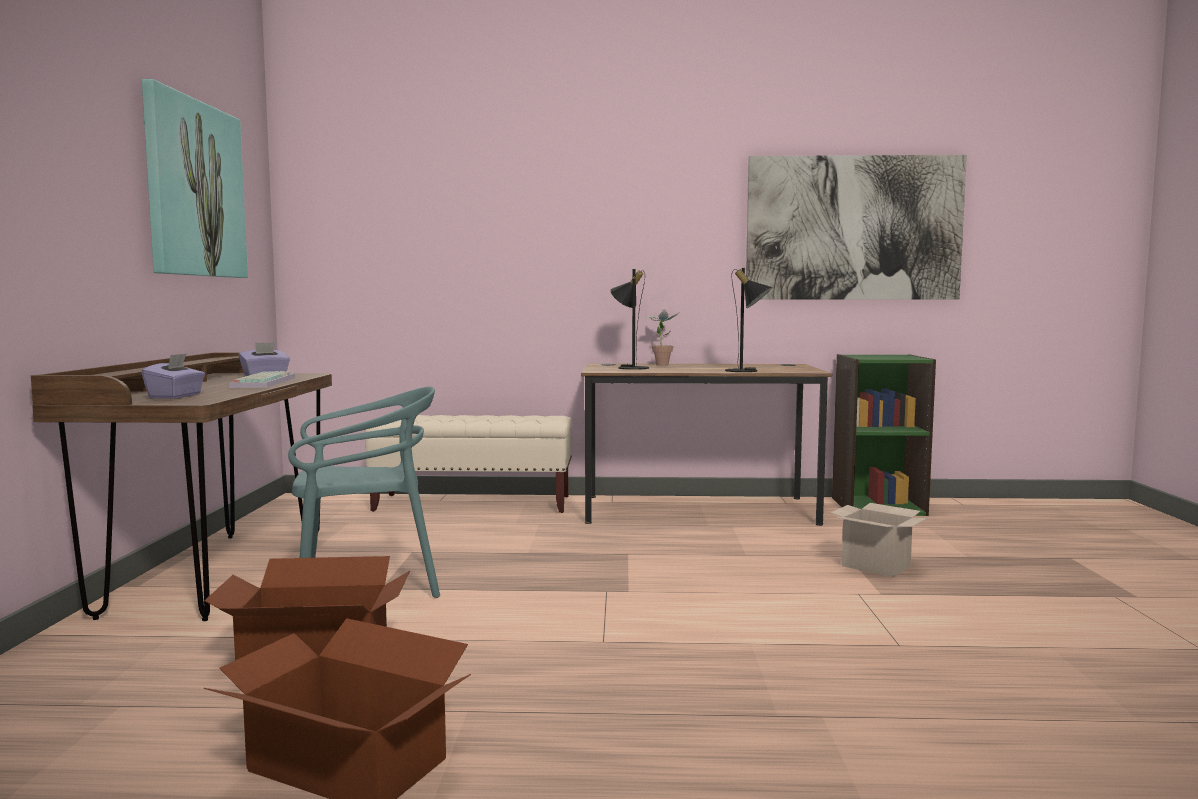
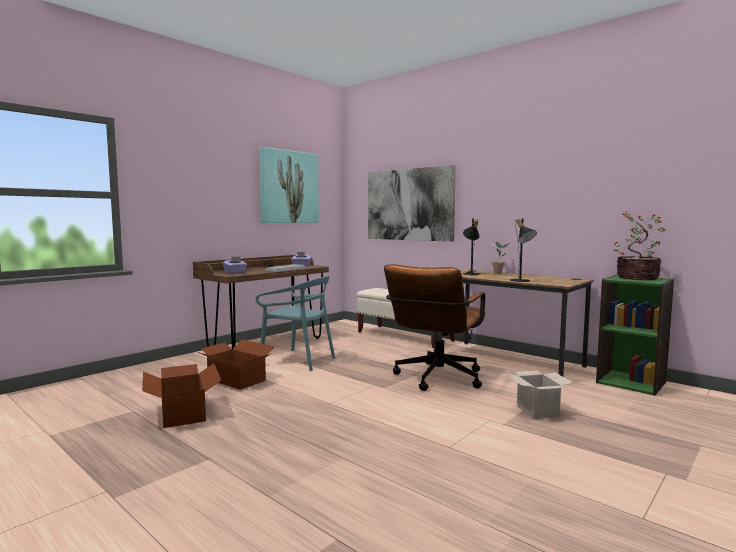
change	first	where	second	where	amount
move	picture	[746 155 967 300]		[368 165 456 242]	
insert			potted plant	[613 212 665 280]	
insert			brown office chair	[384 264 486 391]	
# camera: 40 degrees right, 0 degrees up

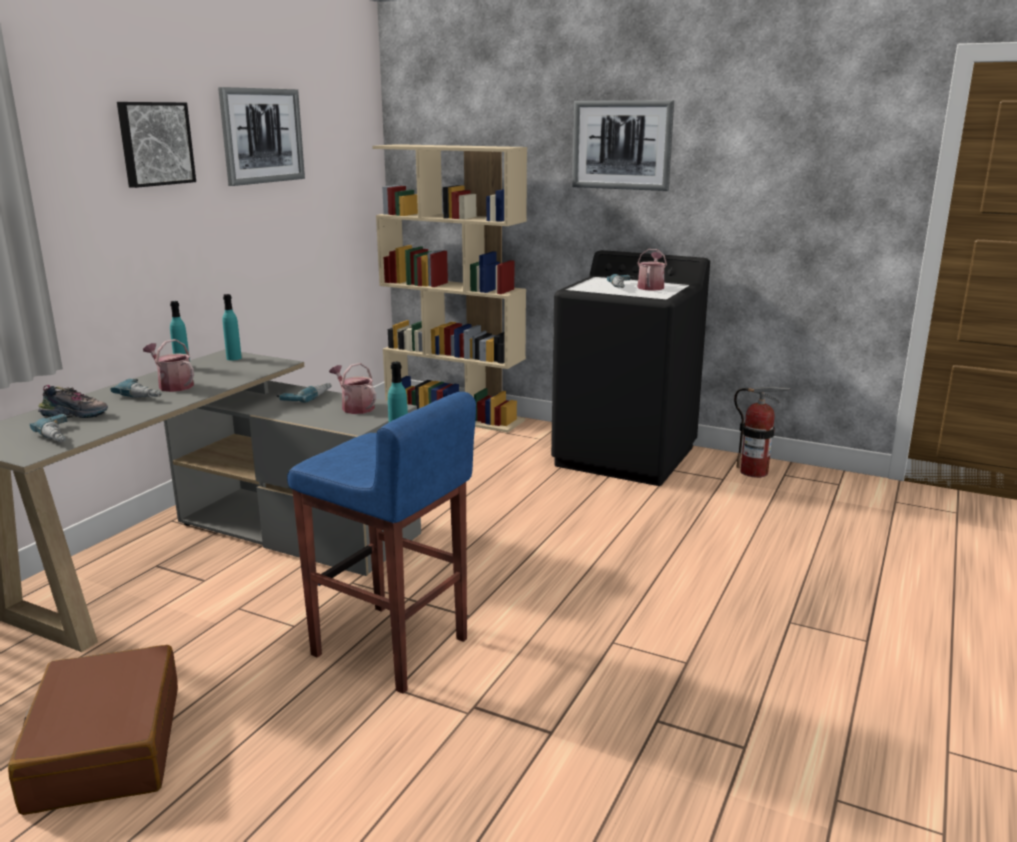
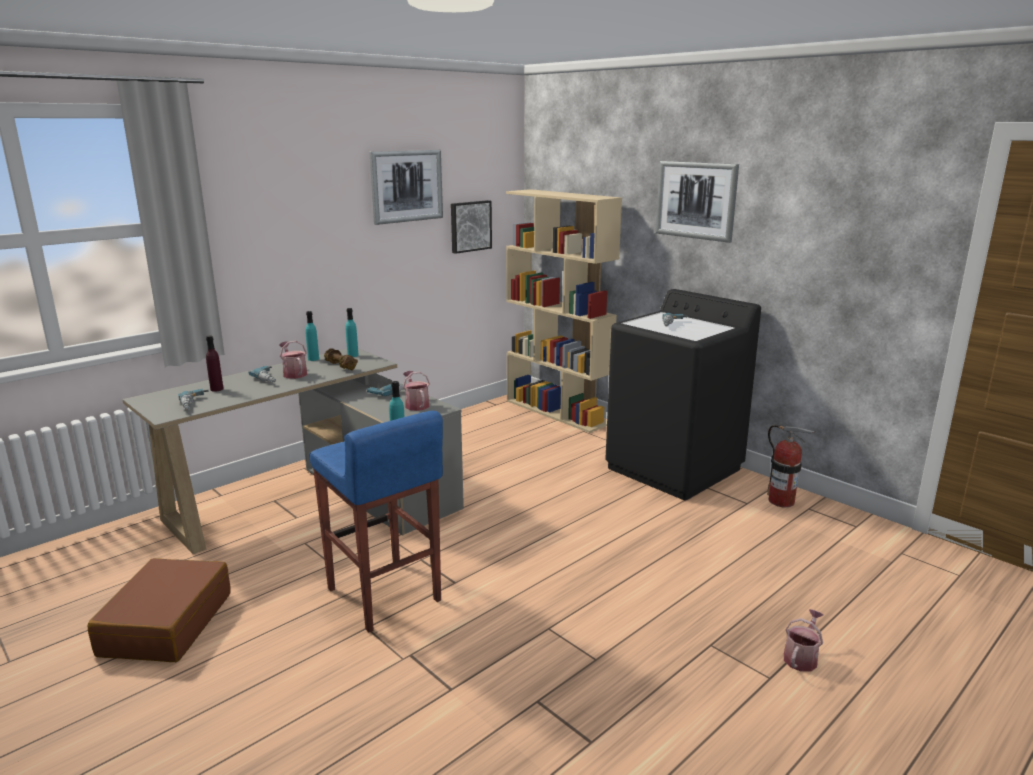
change	first	where	second	where	amount
move	picture	[117 102 196 188]		[451 200 492 254]	
move	watering can	[637 249 667 291]		[784 609 823 672]	
replace	shoe	[38 385 108 418]	purple bottle	[206 335 224 392]	
insert			brown dumbbell	[324 349 358 371]	
# camera: 20 degrees right, 0 degrees up

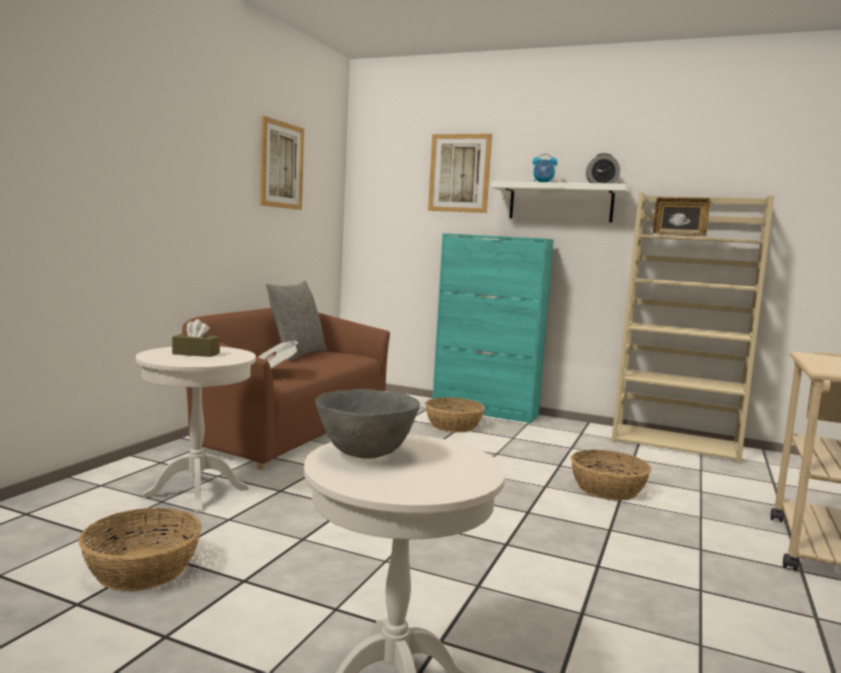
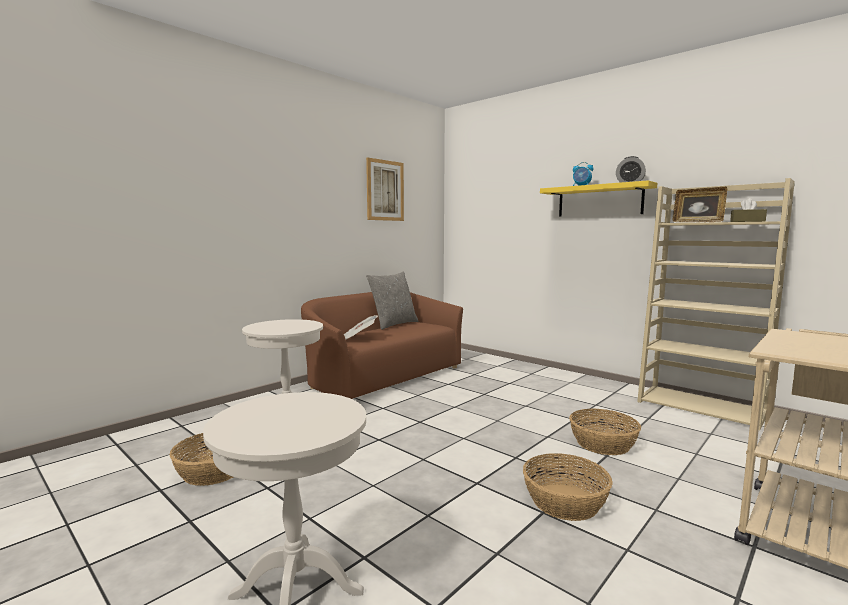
change	first	where	second	where	amount
delete	picture	[428 134 492 213]			
recolor	white shelf	[491 181 629 222]	yellow shelf	[540 180 657 217]	
delete	turquoise cabinet	[432 233 554 423]			
move	brown tissue box	[172 319 220 357]		[730 198 767 222]	
delete	grey bowl	[315 389 420 459]			
move	basket	[425 397 485 432]		[523 453 613 521]	
# camera: 20 degrees right, 0 degrees up

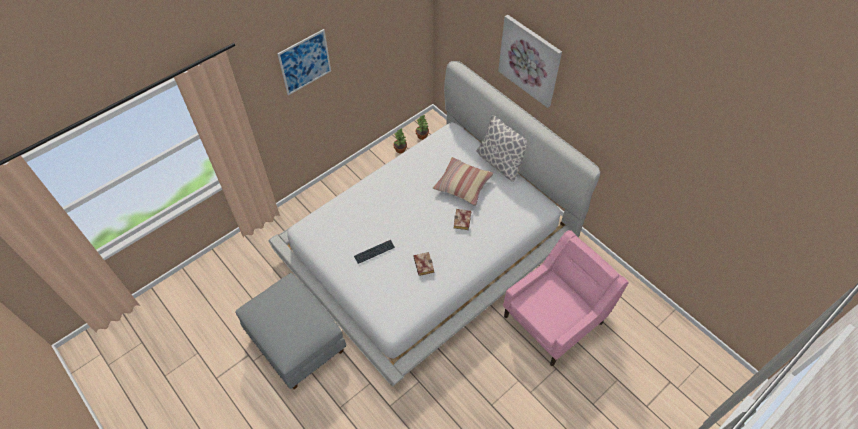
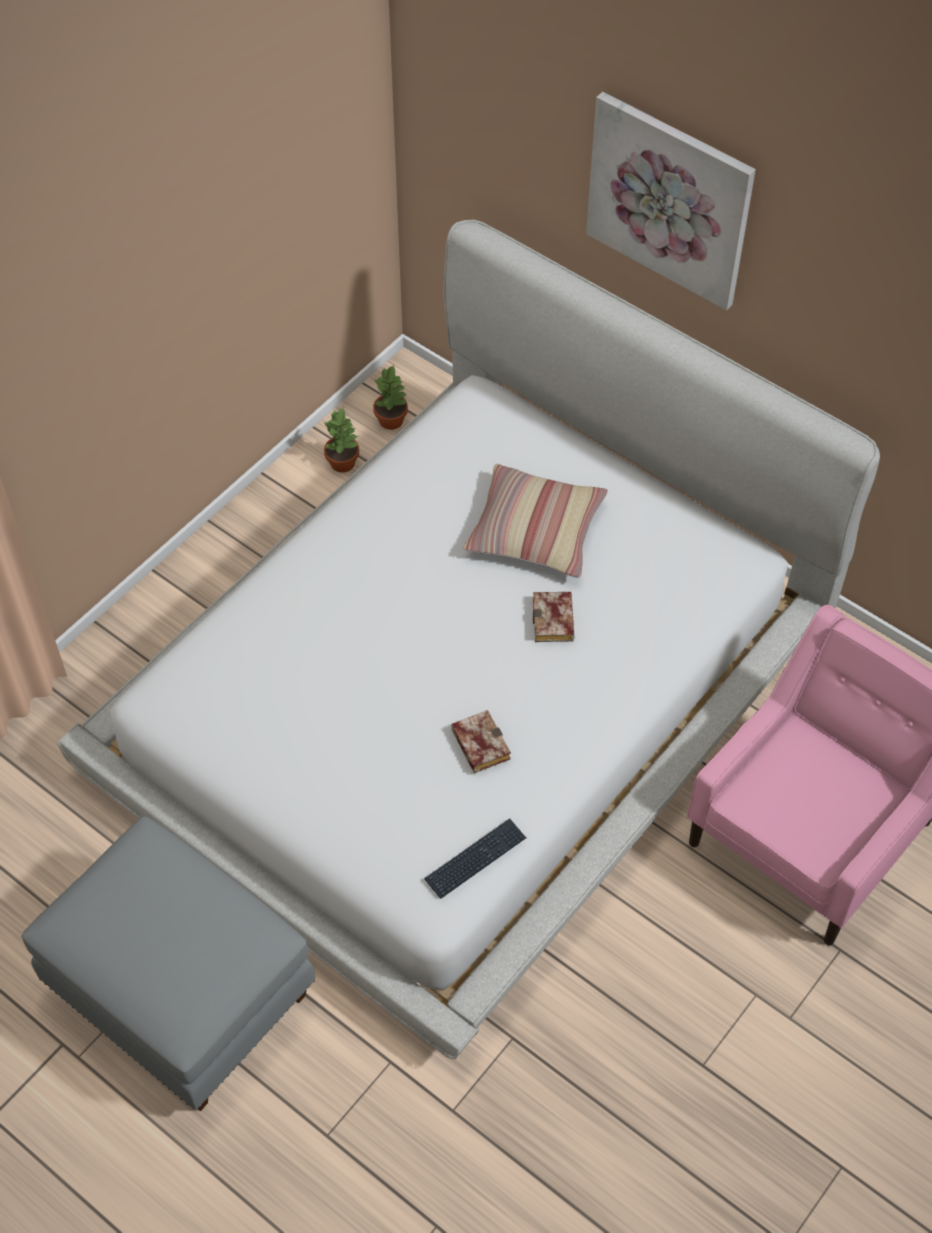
change	first	where	second	where	amount
delete	picture	[277 29 331 95]			
delete	pillow	[476 115 527 182]			
move	keyboard	[354 240 395 264]		[425 819 526 899]	
# camera: 10 degrees left, 0 degrees up

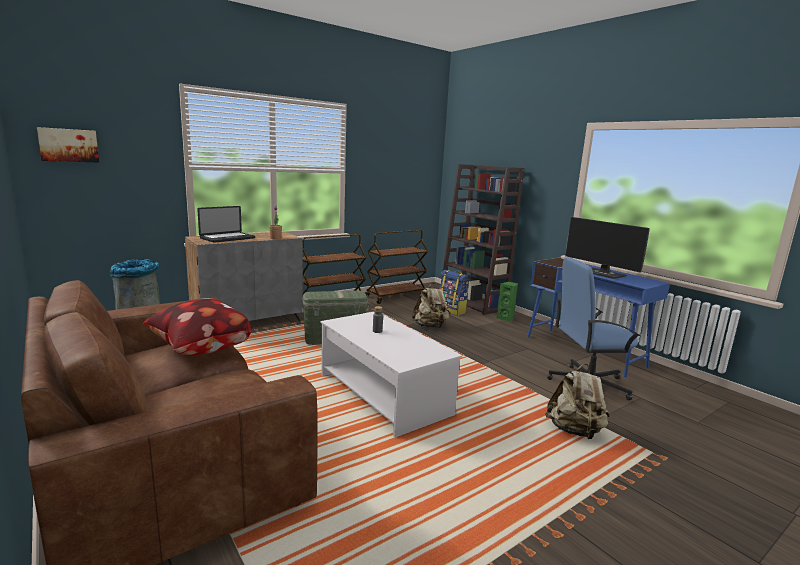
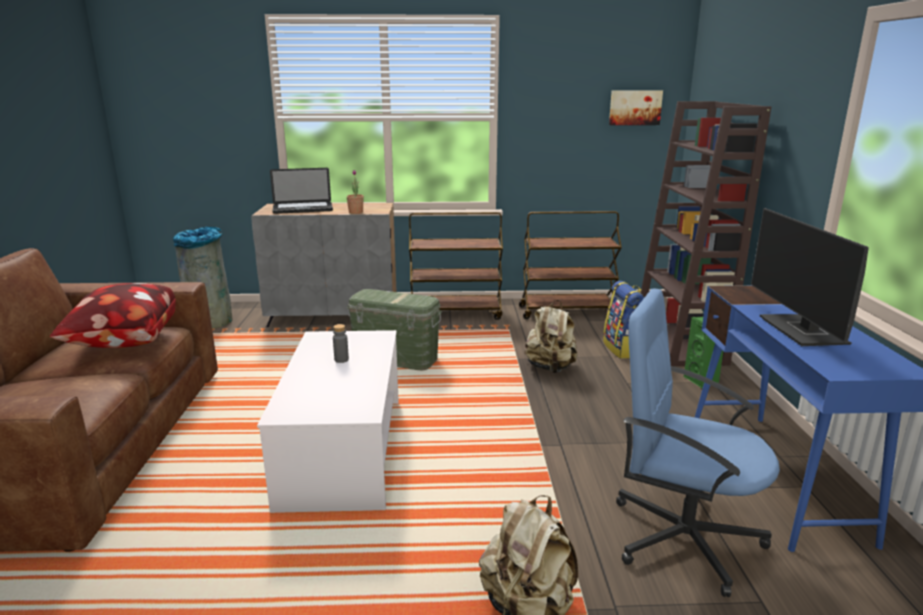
change	first	where	second	where	amount
move	picture	[37 127 99 163]		[609 90 663 125]	
# camera: 35 degrees right, 5 degrees up

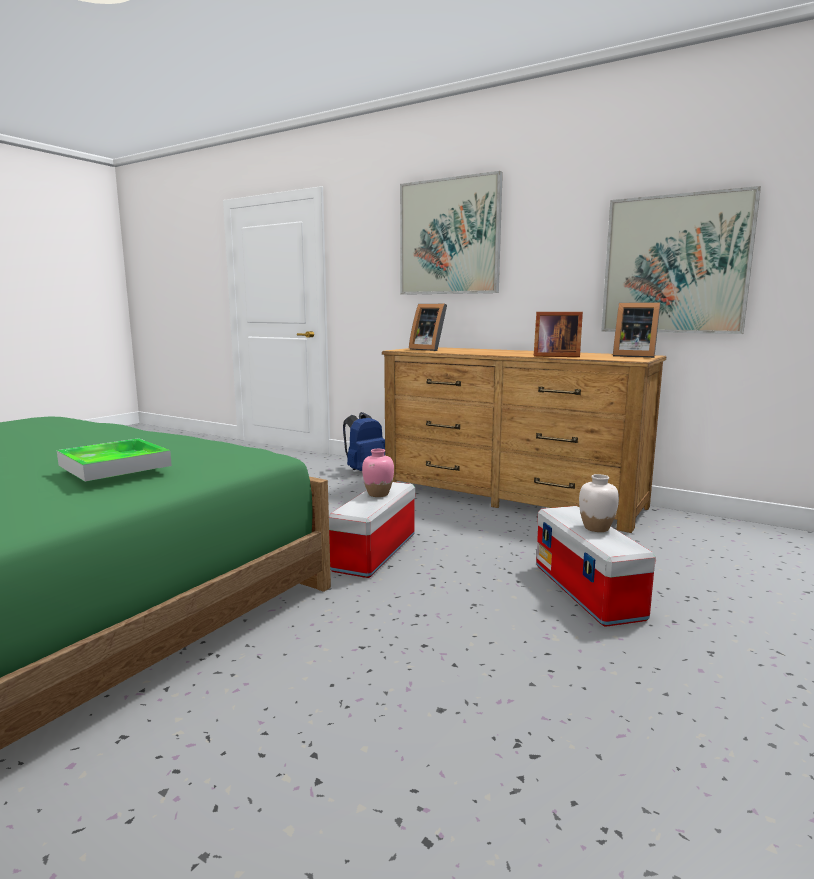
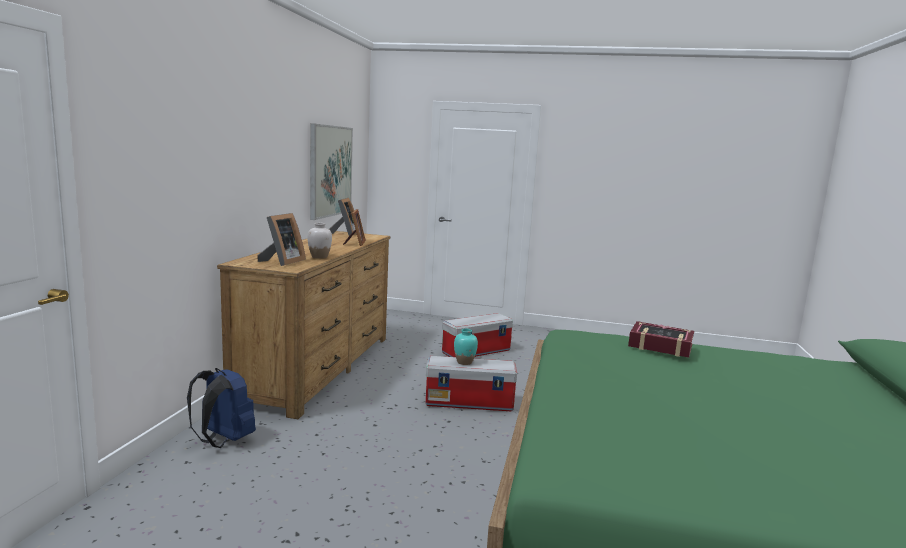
change	first	where	second	where	amount
delete	picture	[400 171 503 295]			
replace	tray	[57 438 172 482]	book	[628 321 694 358]	
recolor	pink vase	[362 449 394 497]	turquoise vase	[454 329 478 365]	
move	white vase	[579 474 619 532]		[308 223 332 259]	
# camera: 110 degrees left, 0 degrees up

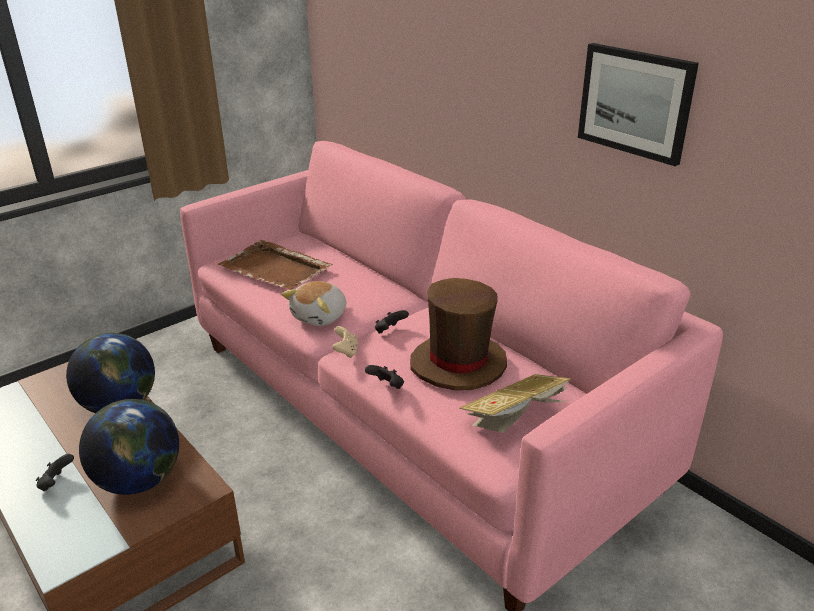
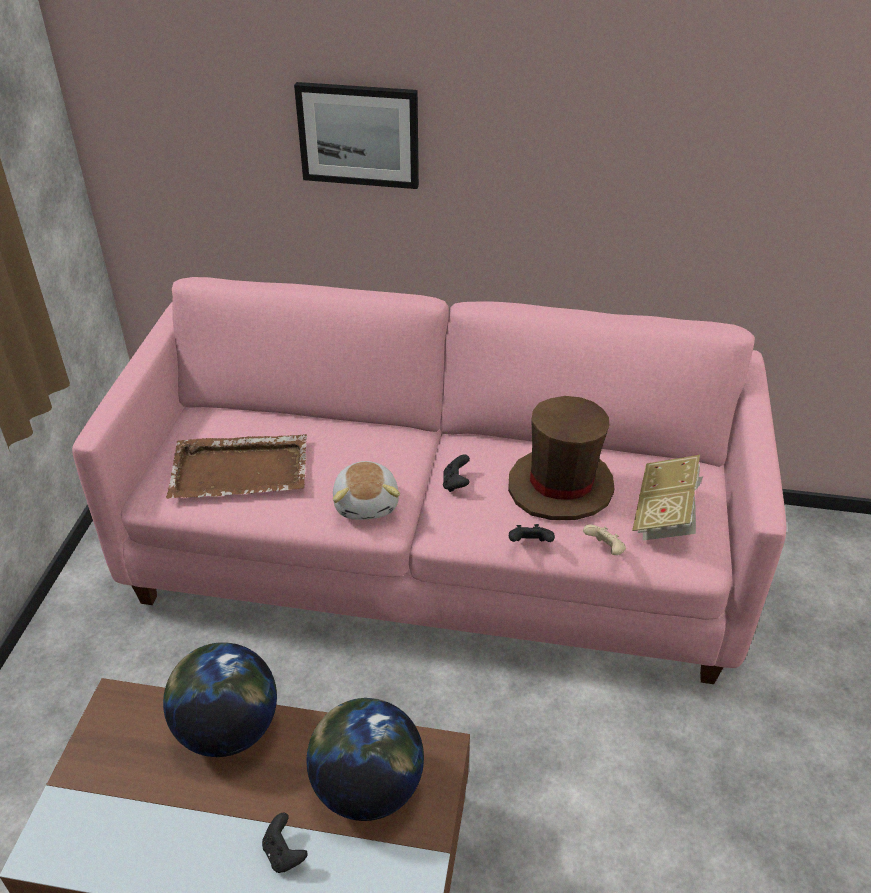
change	first	where	second	where	amount
move	picture	[578 43 699 166]		[294 82 419 189]	
move	beige game controller	[332 326 358 358]		[583 525 626 555]	
# camera: 40 degrees left, 10 degrees up

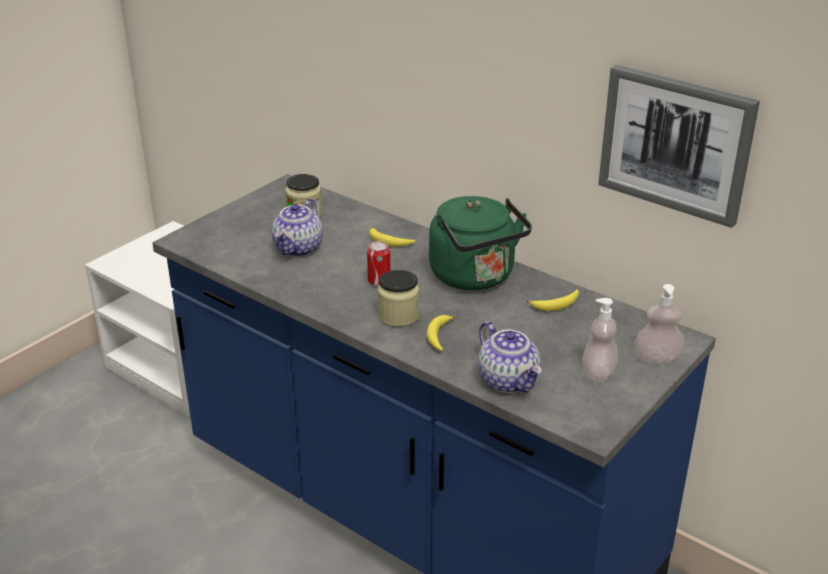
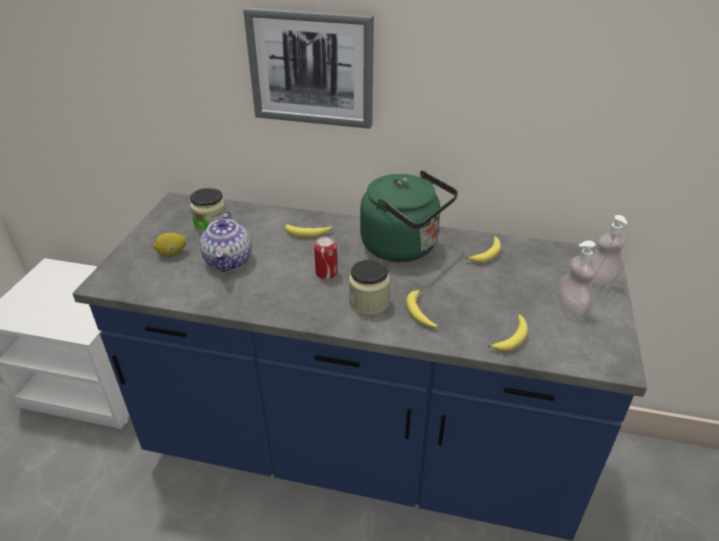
change	first	where	second	where	amount
move	picture	[598 65 760 228]		[243 7 374 129]	
replace	teapot	[478 321 542 393]	banana	[487 314 528 351]	
insert			lemon	[153 233 186 257]	
# camera: 25 degrees left, 5 degrees up

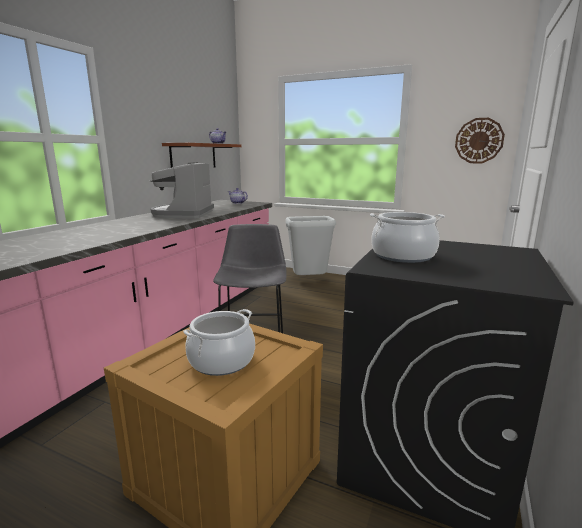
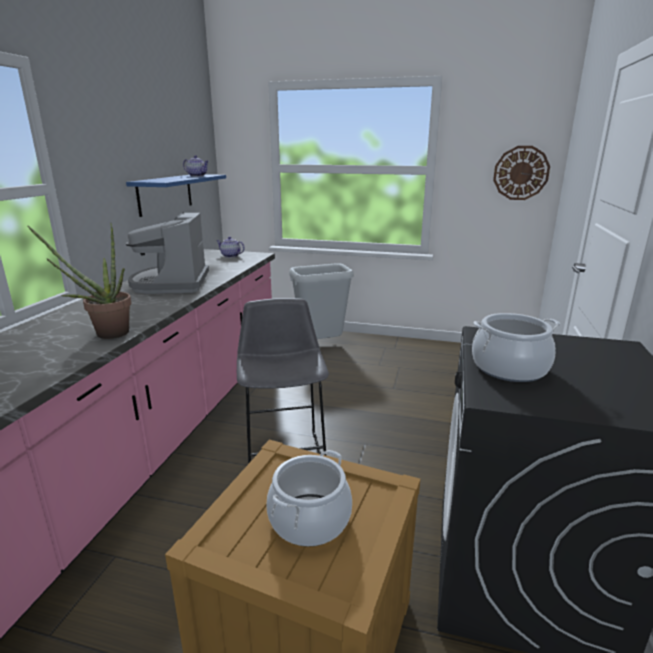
change	first	where	second	where	amount
recolor	brown shelf	[162 143 241 168]	blue shelf	[126 174 226 217]	
insert			potted plant	[28 223 132 339]	
# camera: 10 degrees left, 5 degrees up

